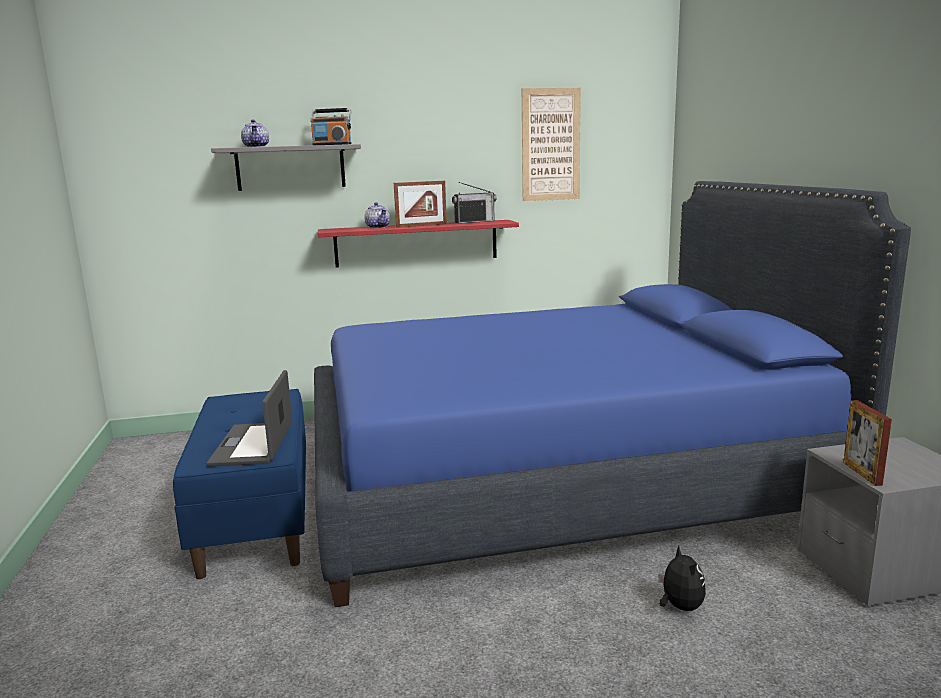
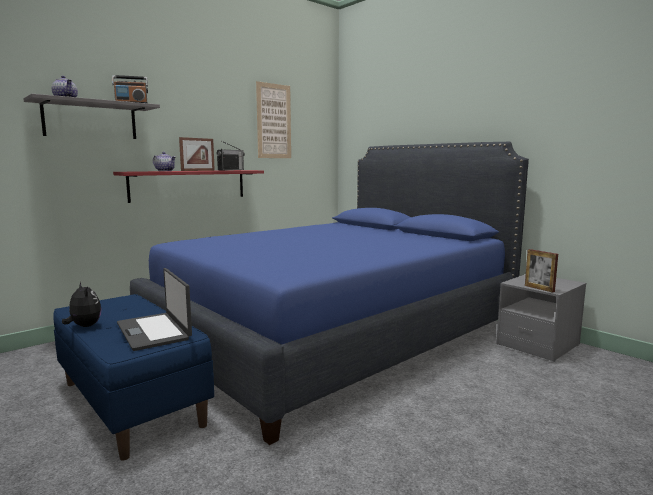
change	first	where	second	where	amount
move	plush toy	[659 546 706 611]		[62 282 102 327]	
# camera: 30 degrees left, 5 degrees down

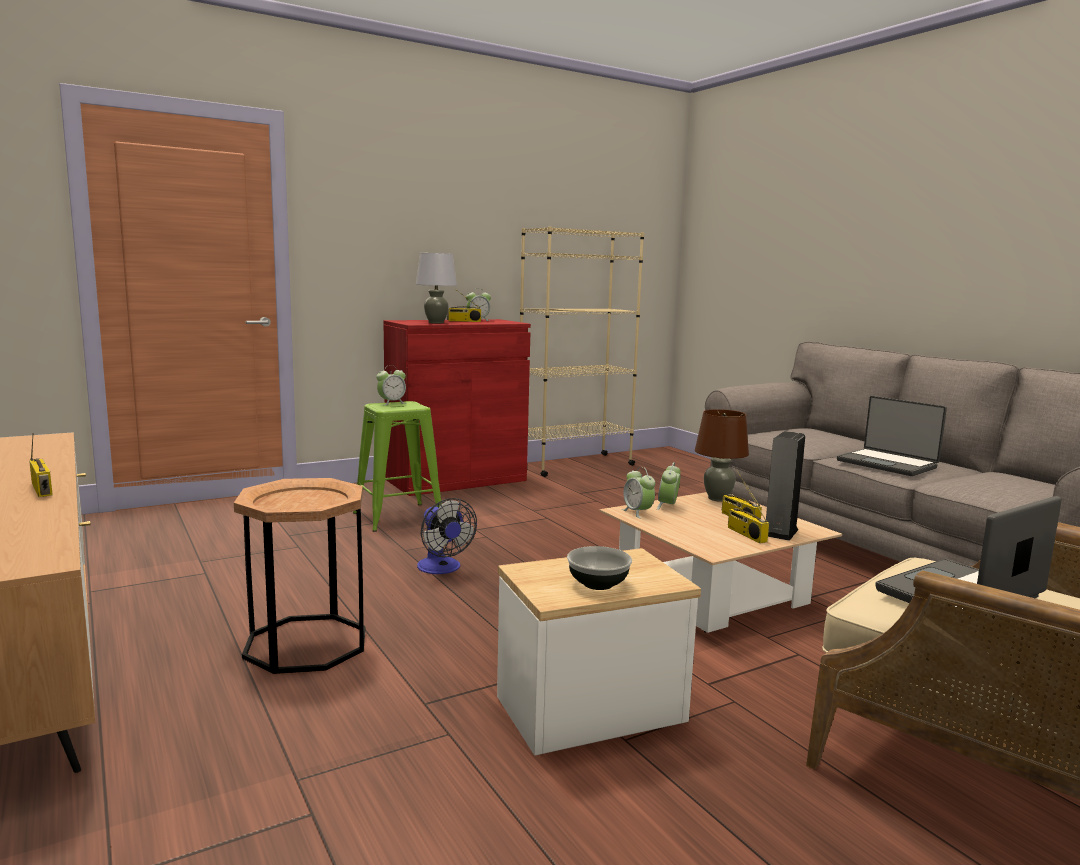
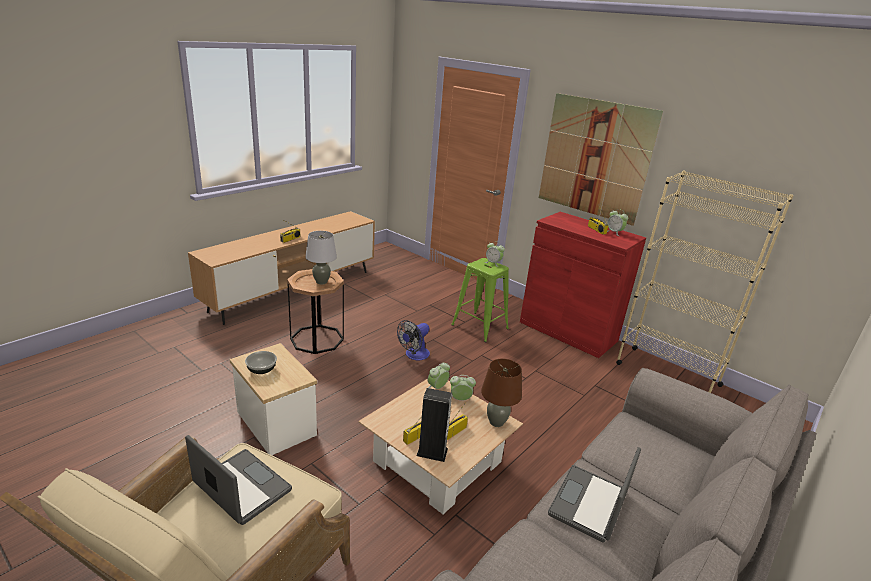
change	first	where	second	where	amount
move	grey table lamp	[416 253 457 323]		[305 231 337 284]	
insert			picture	[539 93 663 226]	
# camera: 70 degrees right, 15 degrees up

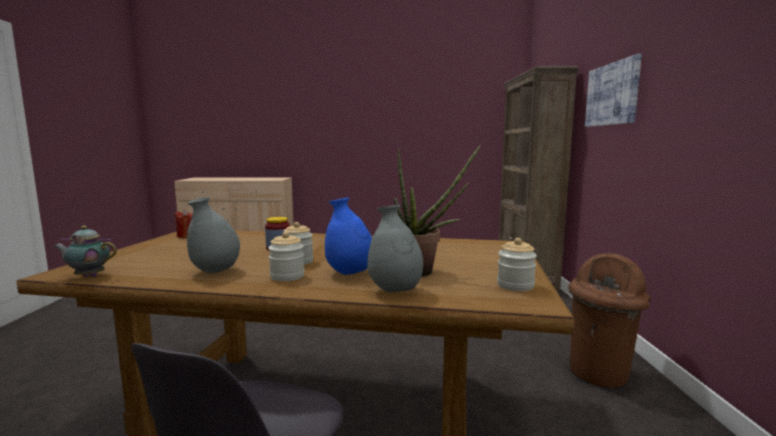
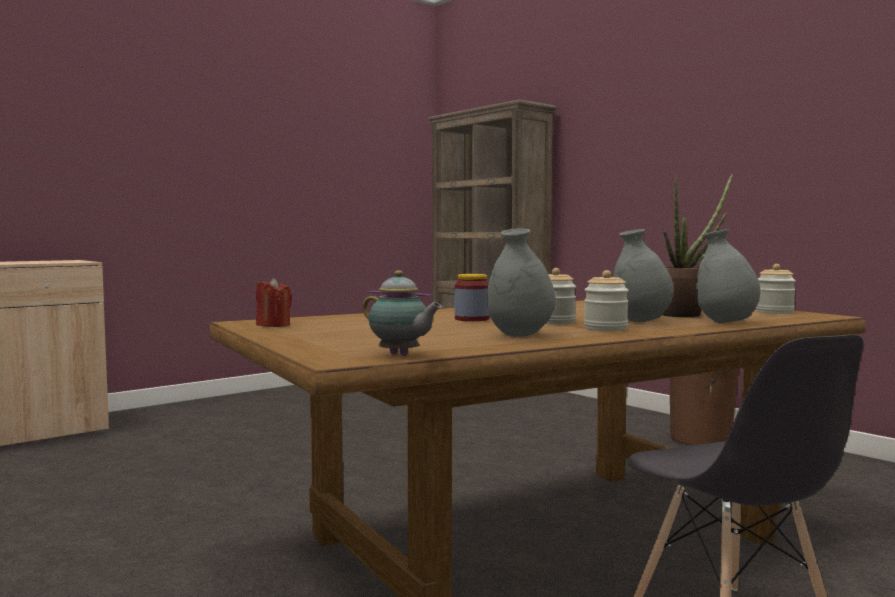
change	first	where	second	where	amount
delete	picture	[585 54 642 127]			
recolor	blue vase	[325 197 372 275]	grey vase	[613 229 674 322]	
rotate	teapot	[53 226 117 277]		[362 270 442 356]	105 degrees counterclockwise
# camera: 40 degrees left, 5 degrees down

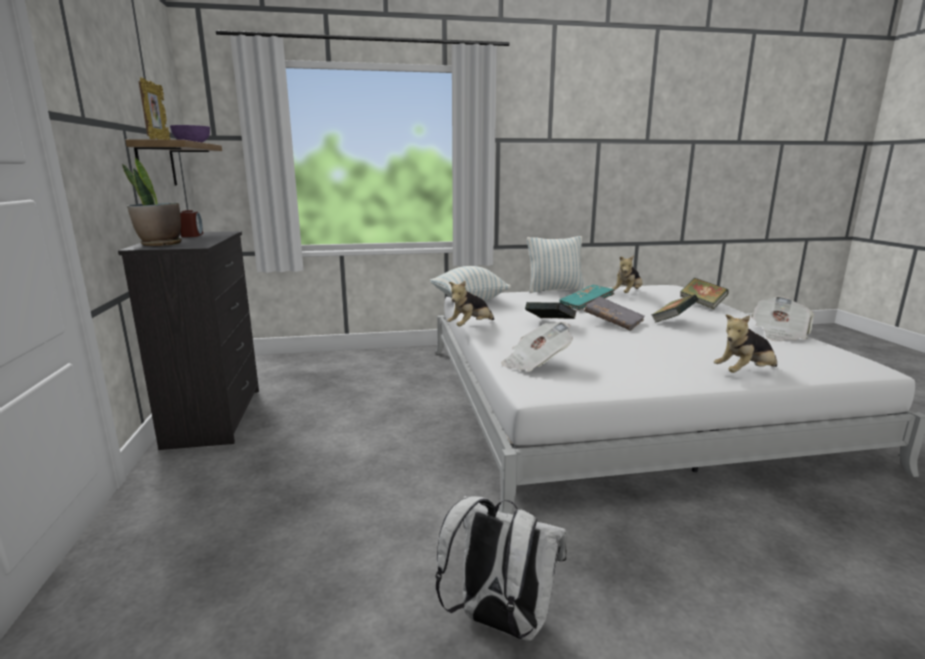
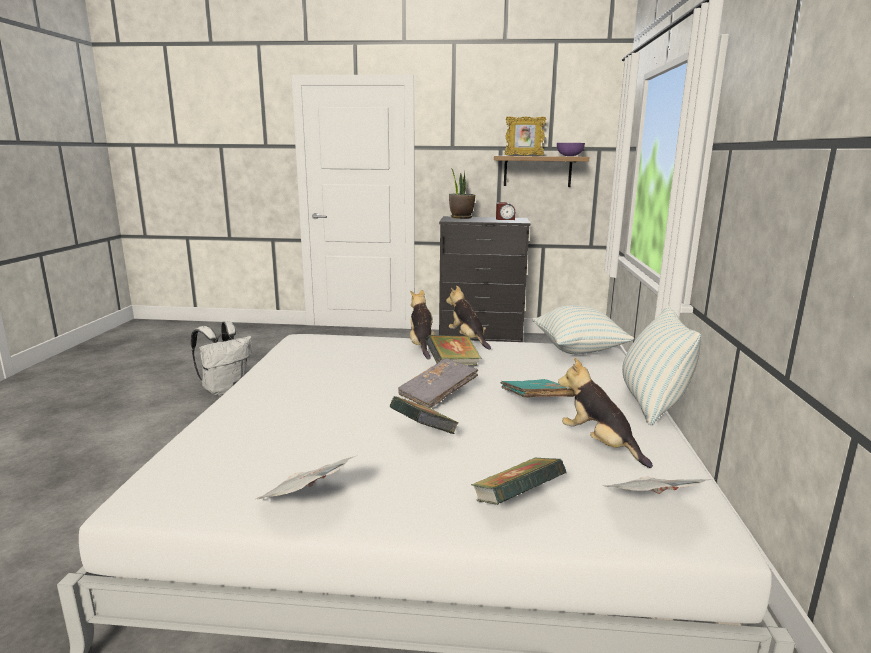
change	first	where	second	where	amount
move	plush toy	[714 314 777 373]		[410 290 435 359]	
move	newspaper	[501 322 573 372]		[603 477 705 494]	
# camera: 105 degrees right, 0 degrees up

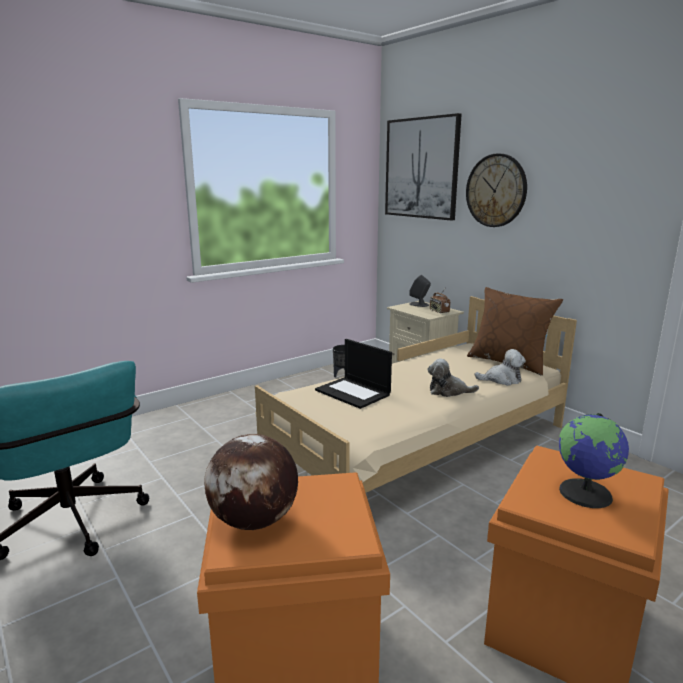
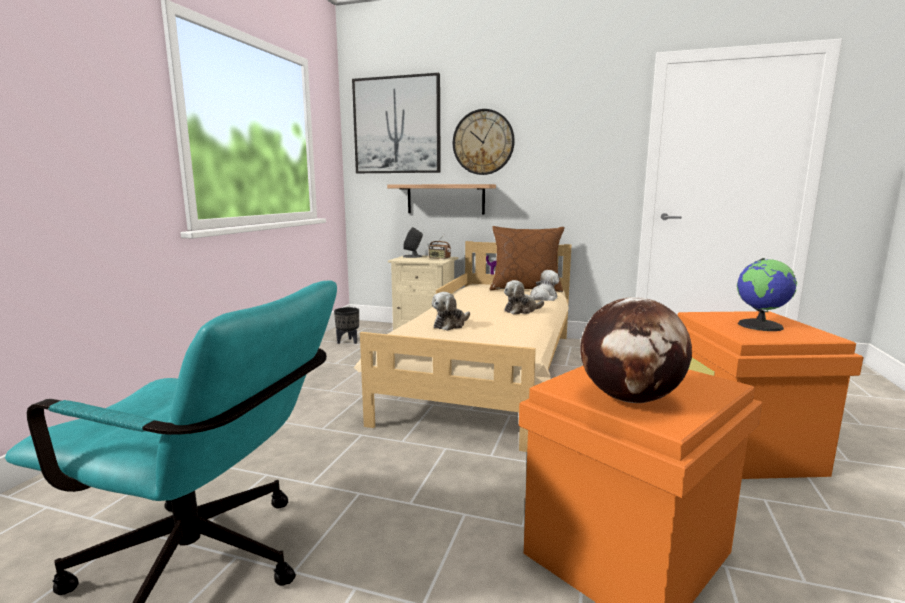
change	first	where	second	where	amount
replace	laptop	[315 339 392 409]	plush toy	[432 292 470 330]	
insert			shelf	[387 184 496 215]	
# camera: 35 degrees left, 5 degrees down

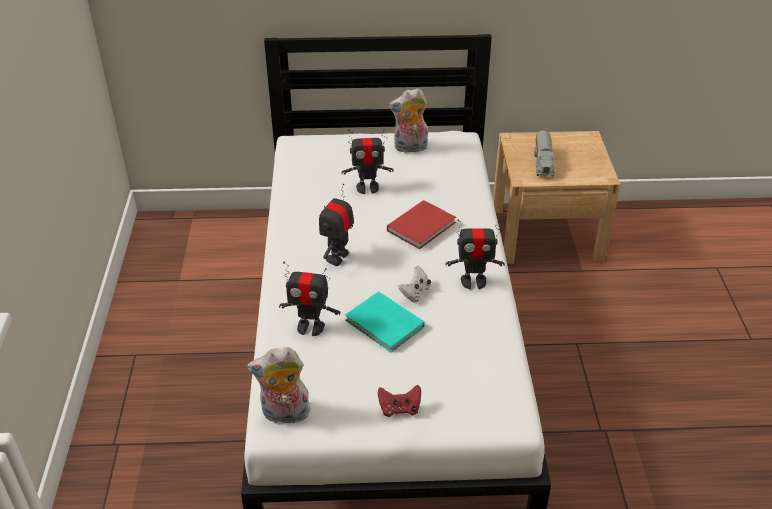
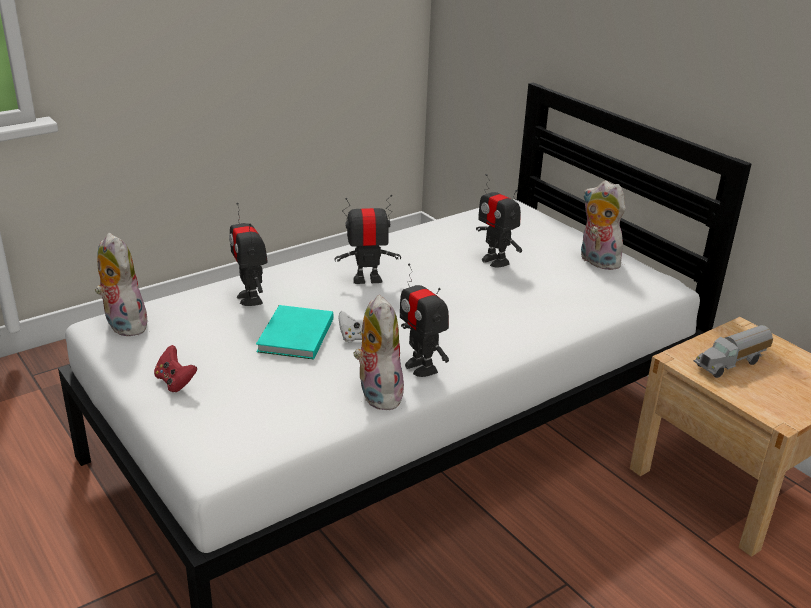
change	first	where	second	where	amount
delete	red book	[387 200 456 249]			
insert			plush toy	[353 295 404 410]	
# camera: 55 degrees right, 10 degrees down

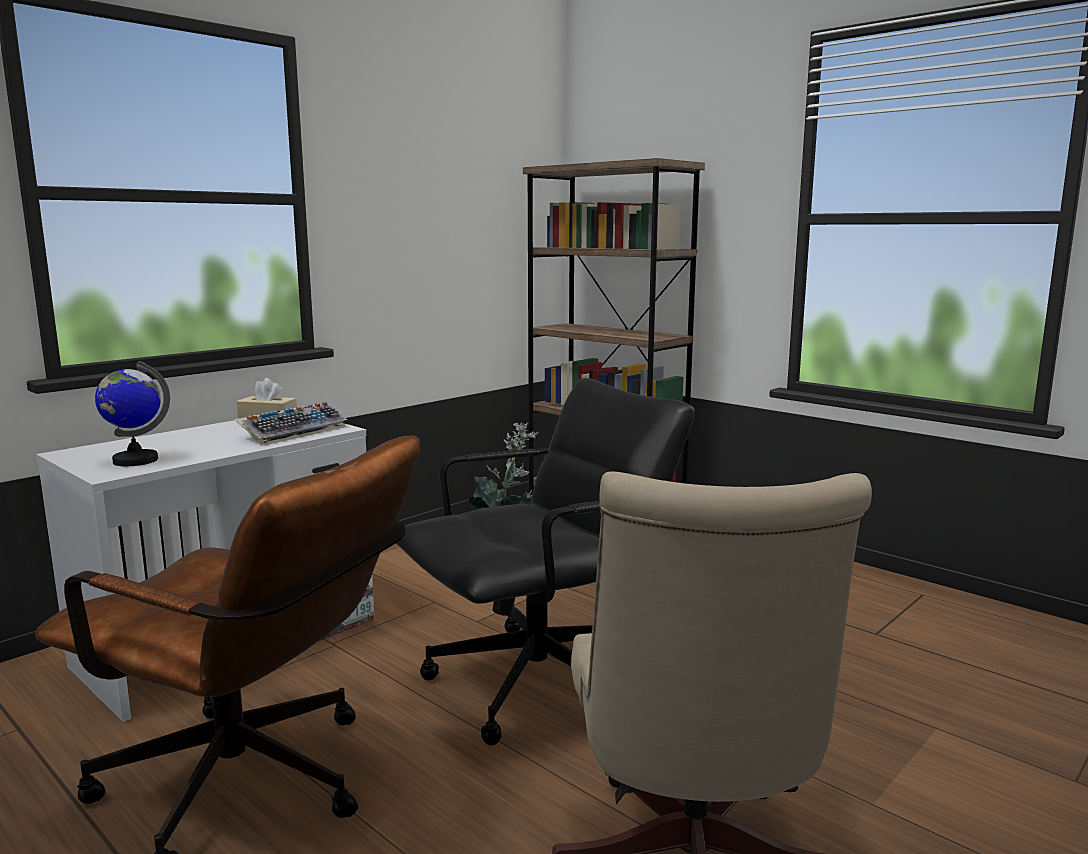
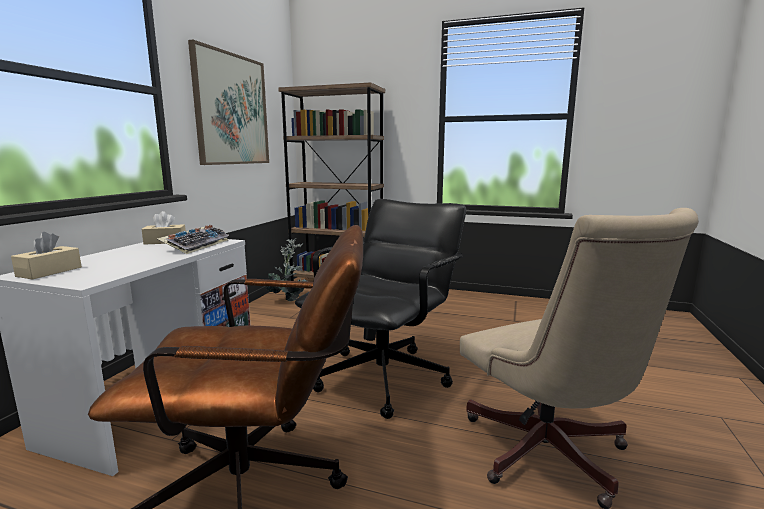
change	first	where	second	where	amount
delete	globe	[95 361 170 466]			
insert			picture	[188 40 269 165]	
insert			beige tissue box	[11 232 82 279]	
# camera: 25 degrees left, 0 degrees up

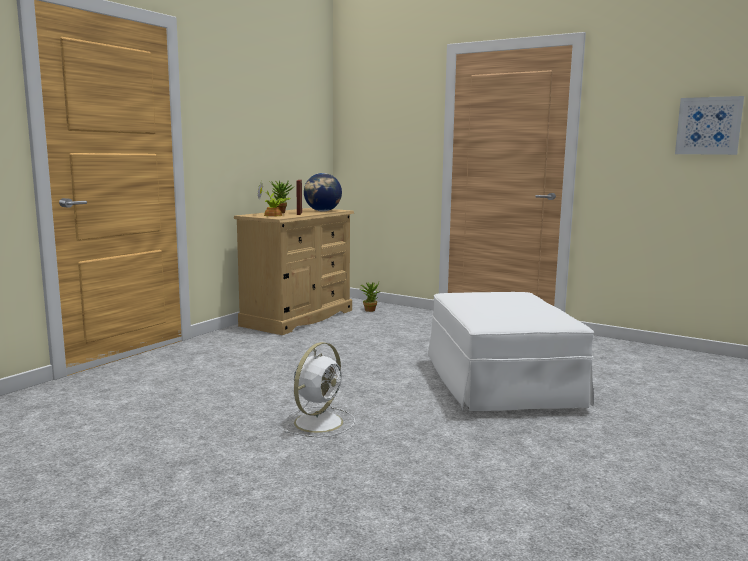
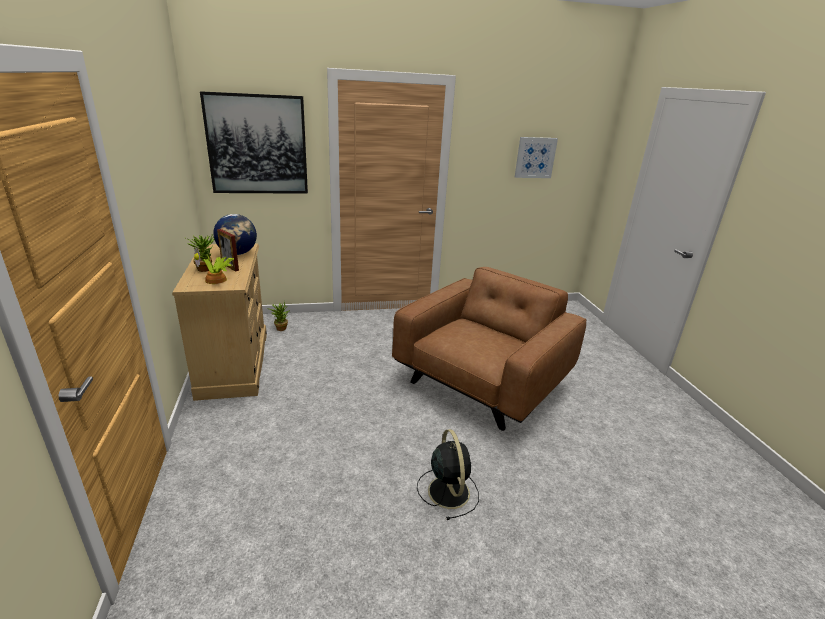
change	first	where	second	where	amount
replace	white ottoman	[428 292 594 411]	brown armchair	[392 267 586 431]	
recolor	white fan	[283 342 355 438]	black fan	[417 429 479 520]	
insert			picture	[200 91 308 194]	
# camera: 45 degrees left, 15 degrees up

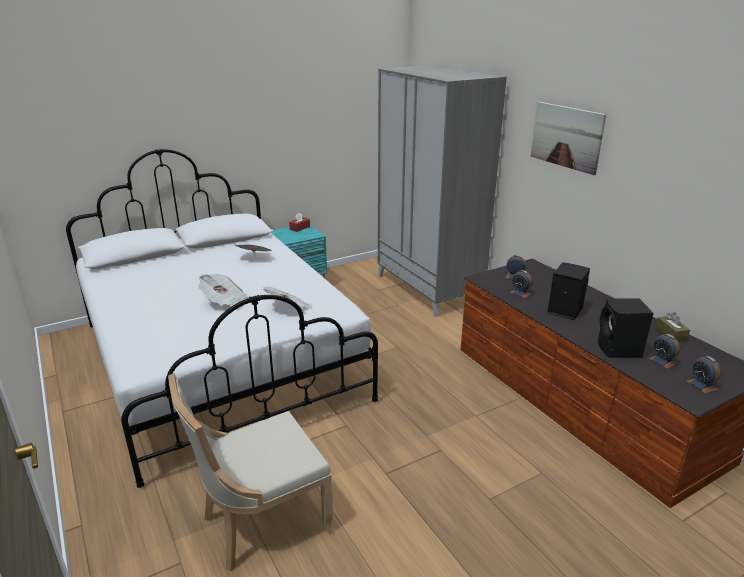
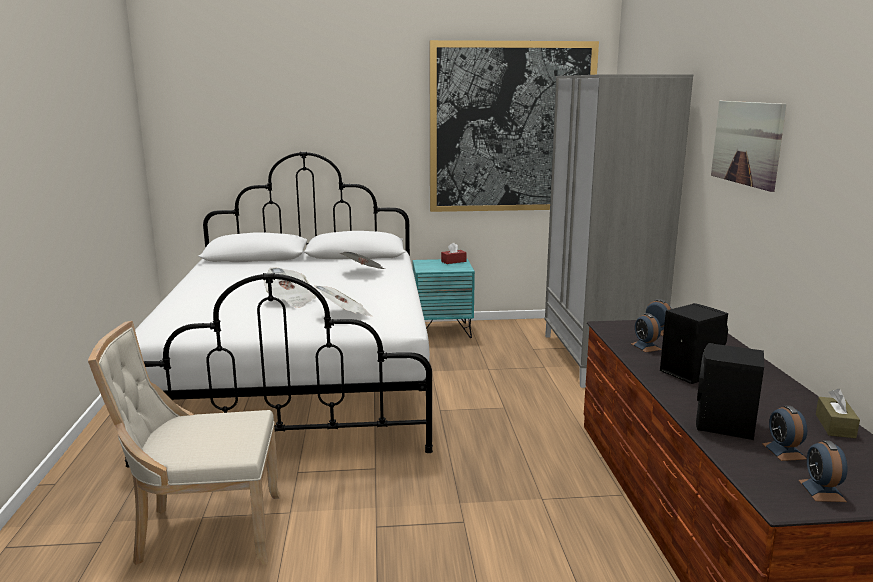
change	first	where	second	where	amount
insert			picture	[429 40 599 212]	
# camera: 25 degrees right, 10 degrees down

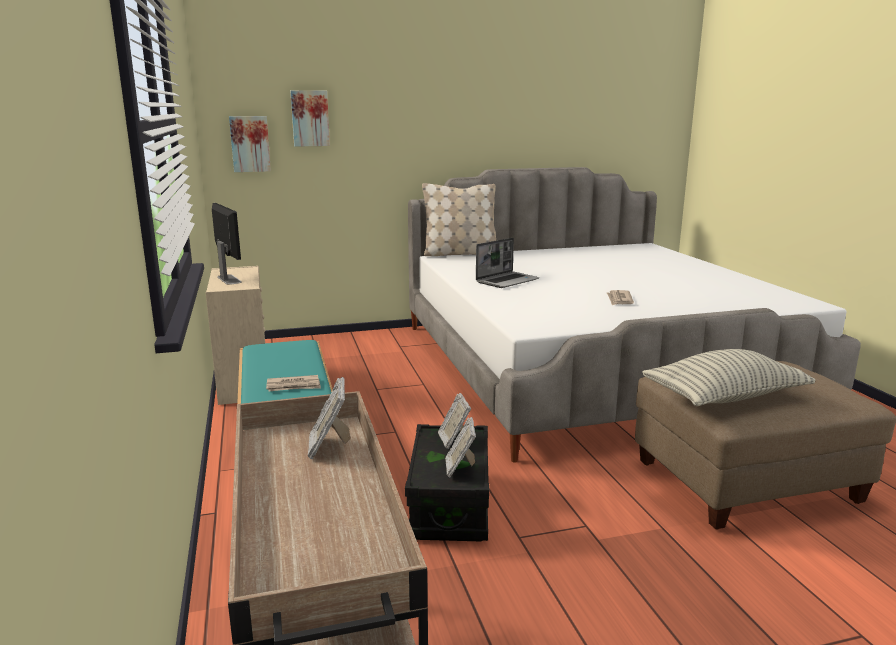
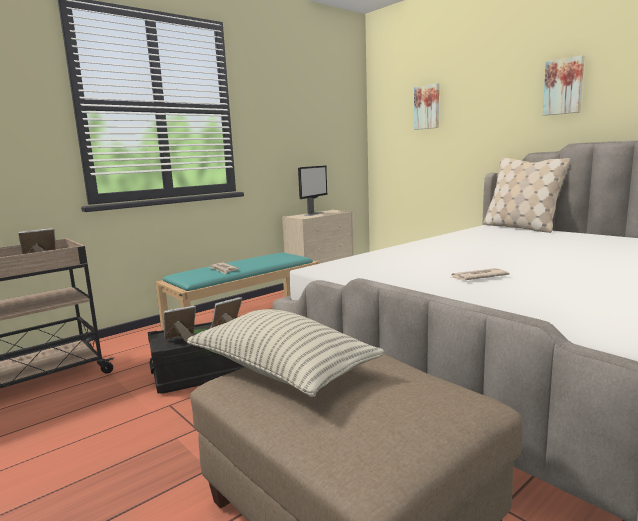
change	first	where	second	where	amount
move	picture	[229 116 271 172]		[543 55 584 116]	
delete	laptop	[476 238 539 288]			
# camera: 65 degrees right, 5 degrees down

